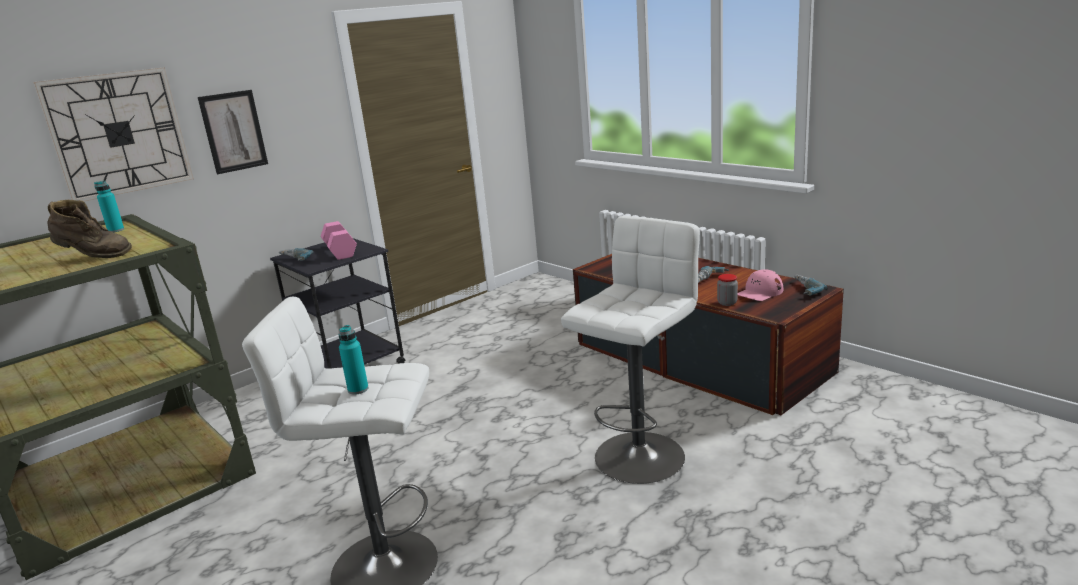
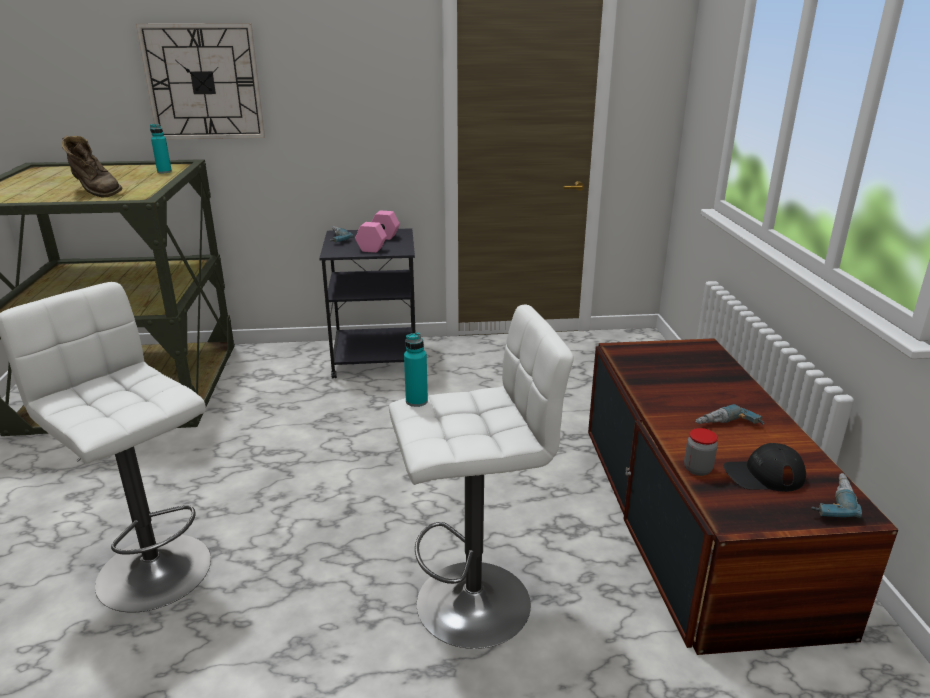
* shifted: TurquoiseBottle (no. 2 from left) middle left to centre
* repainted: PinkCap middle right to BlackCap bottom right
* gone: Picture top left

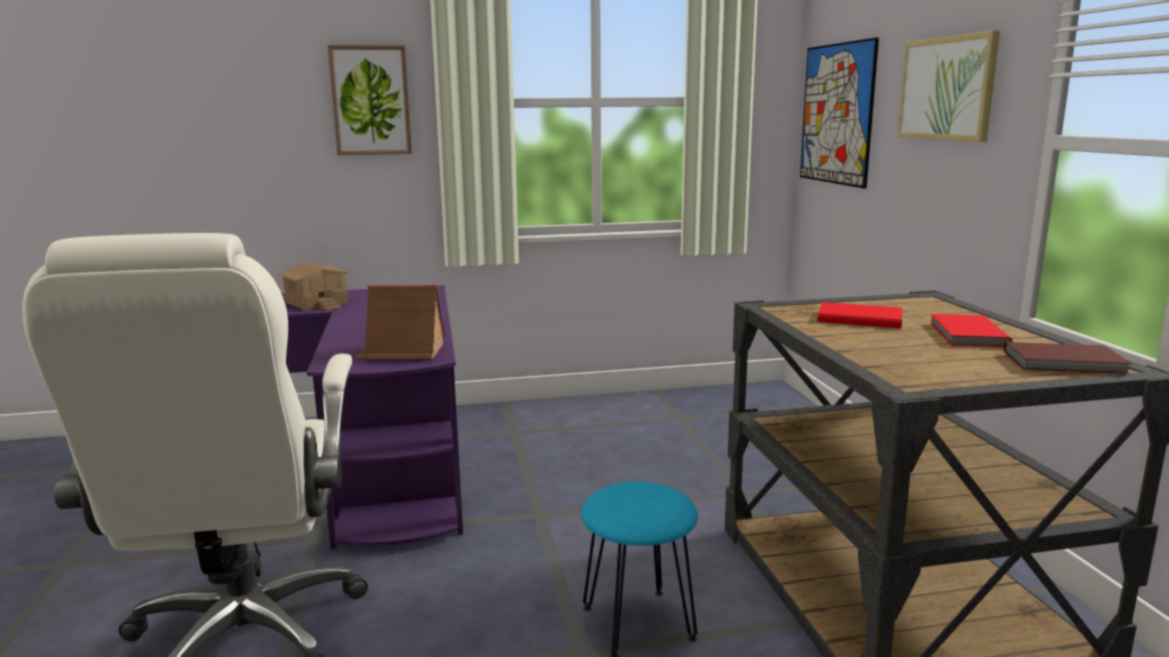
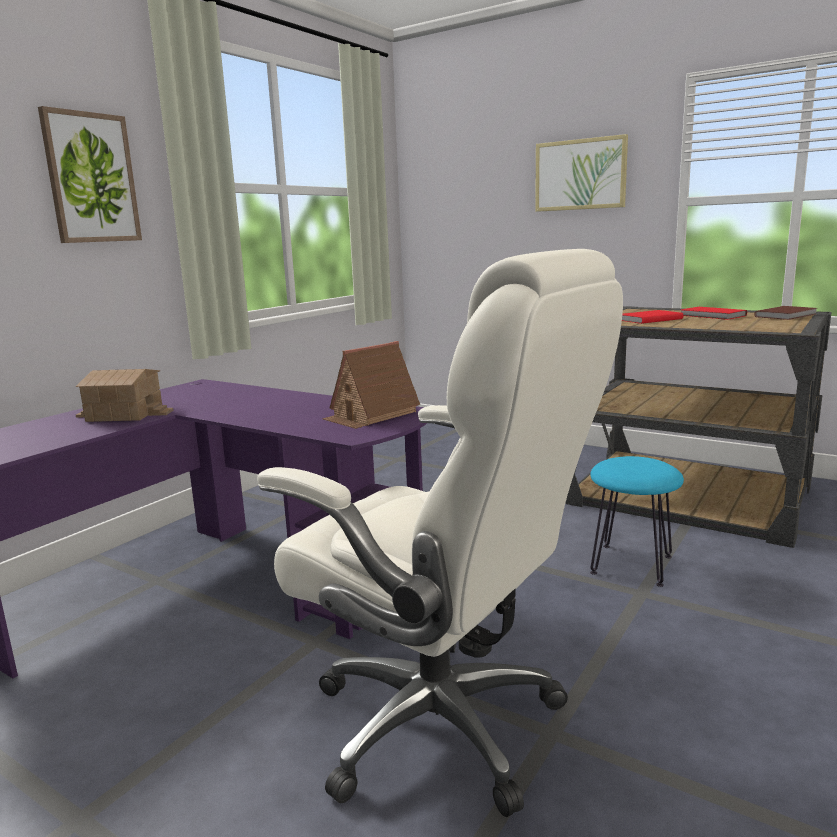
* gone: Picture (no. 2 from left) top right

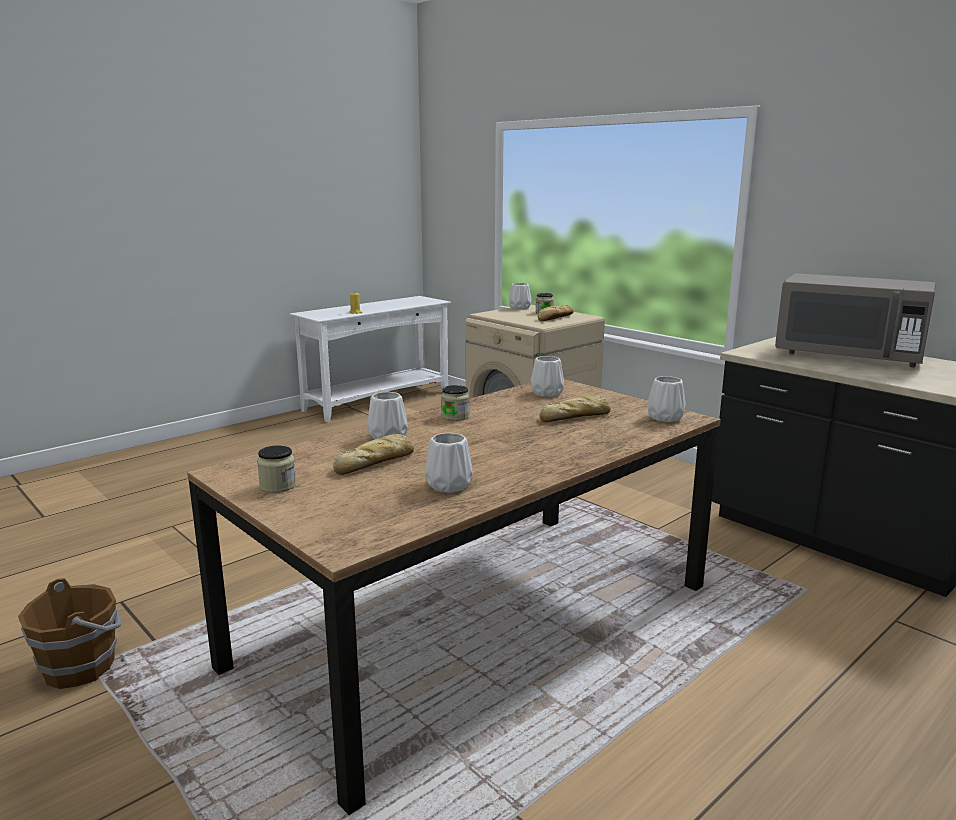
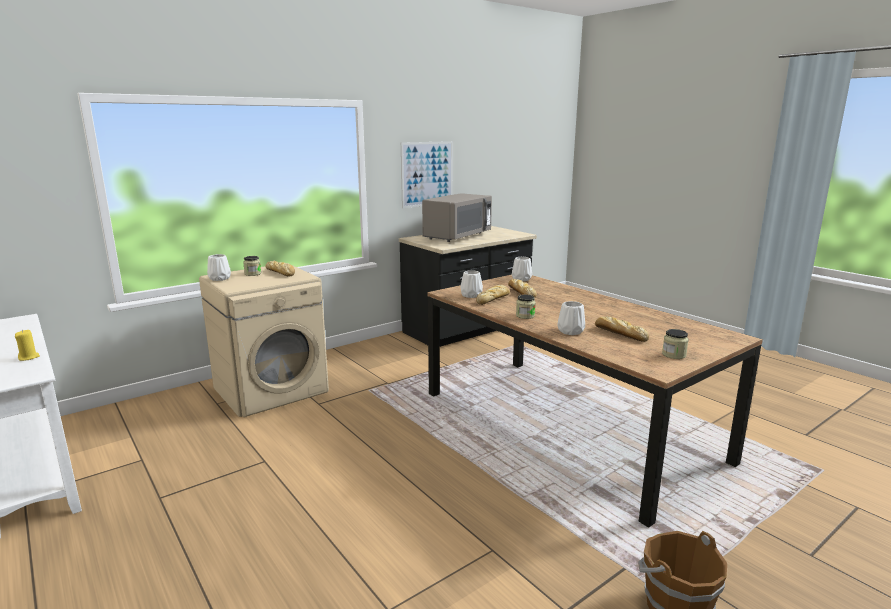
* new: Picture top centre
* new: Bread (no. 2 from left) centre
* gone: WhiteVase (no. 2 from left) centre

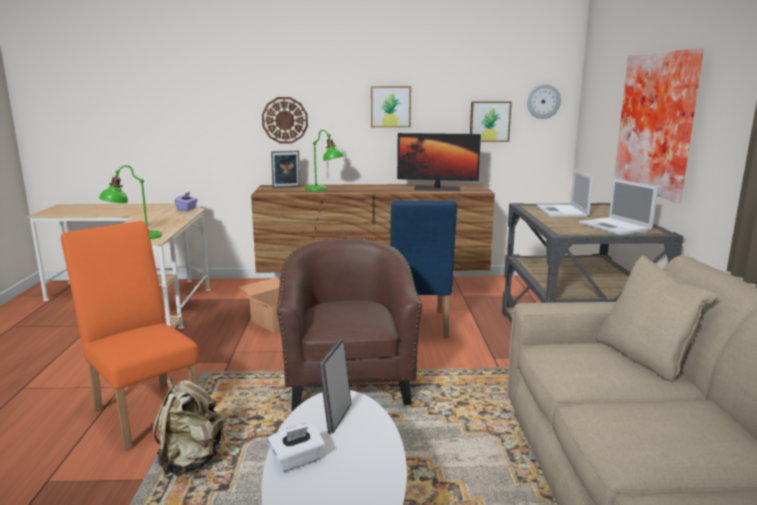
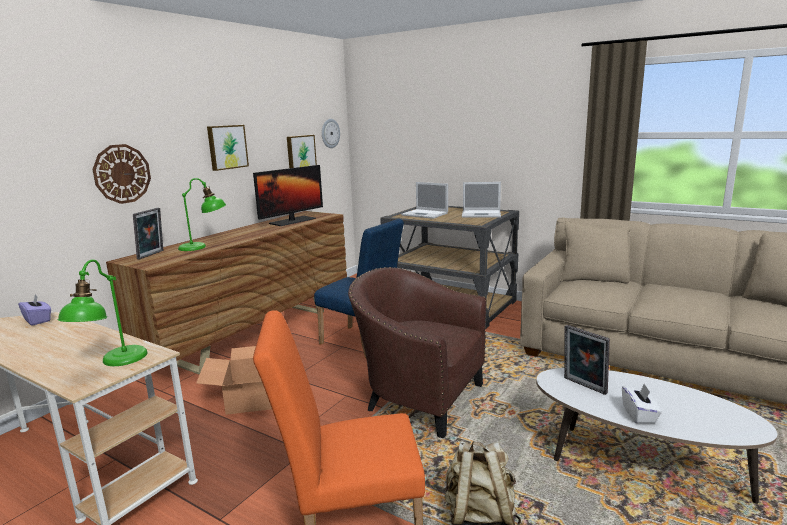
* gone: Picture (no. 3 from left) top right

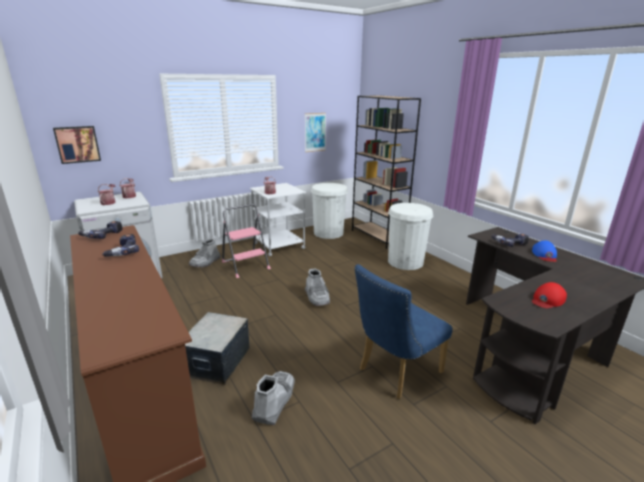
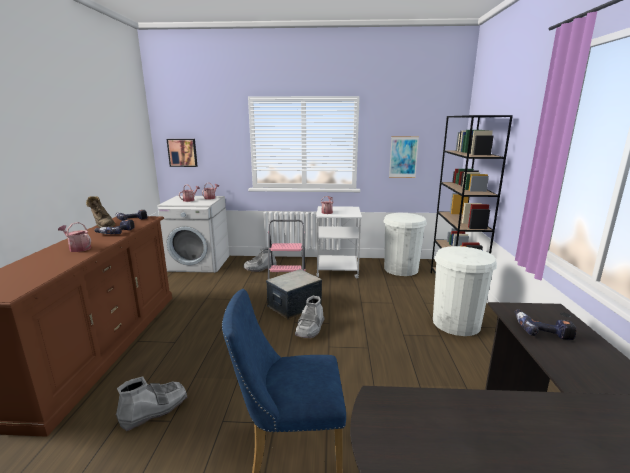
* new: WateringCan (no. 1 from left) middle left
* new: BrownBoot middle left
* shifted: StorageBox bottom centre to centre
* gone: BlueCap middle right
* gone: RedCap middle right

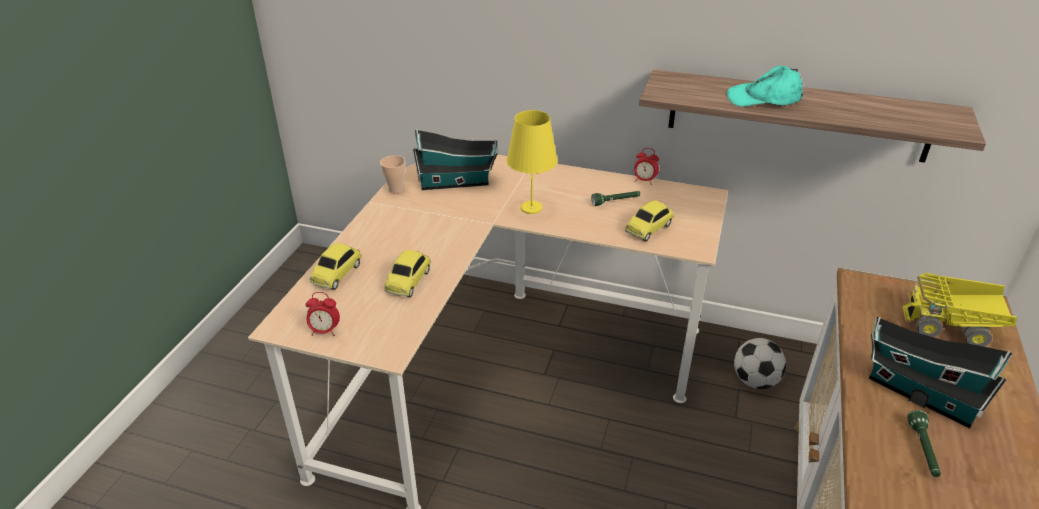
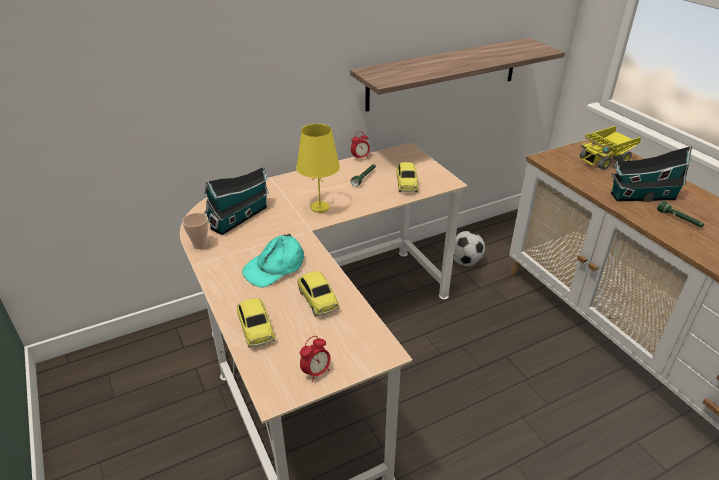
* shifted: TurquoiseCap top right to centre

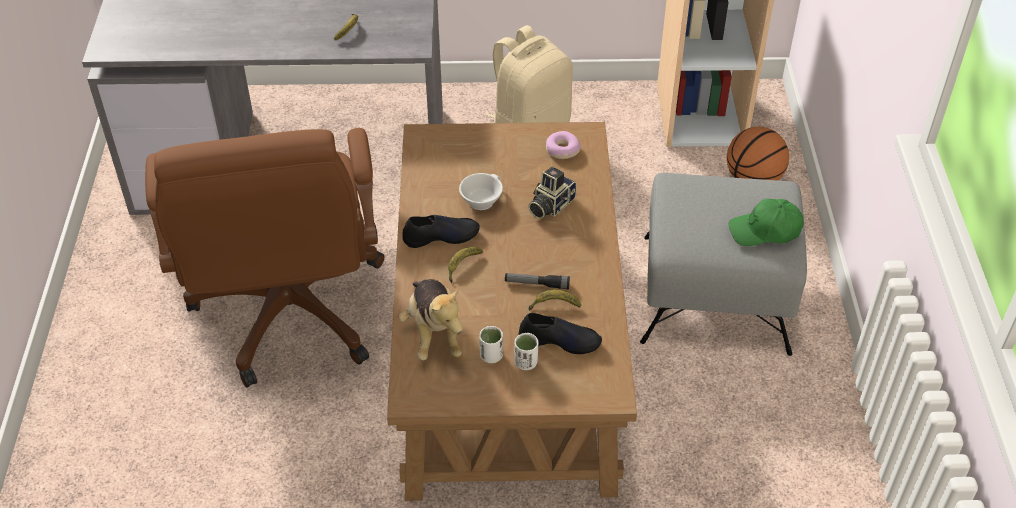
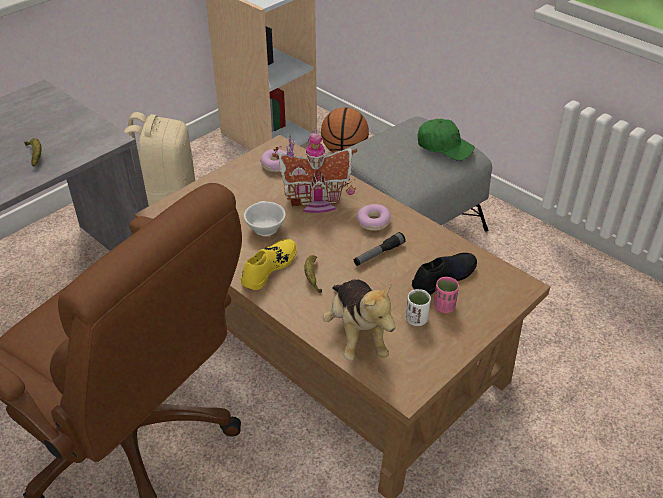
* repainted: BlackShoe (no. 1 from left) centre to YellowShoe centre
* swapped: PhotoCamera centre to ToyHouse centre
* rotated: PlushToy centre = centre 45 degrees clockwise
* new: Donut (no. 2 from left) centre
* rotated: GreenCap middle right = top right 105 degrees counterclockwise
* repainted: WhiteCup (no. 3 from left) bottom centre to PinkCup middle right
* gone: Banana (no. 3 from left) centre

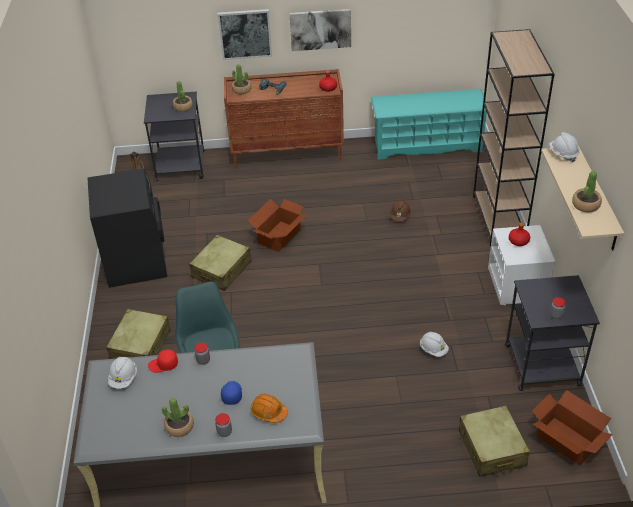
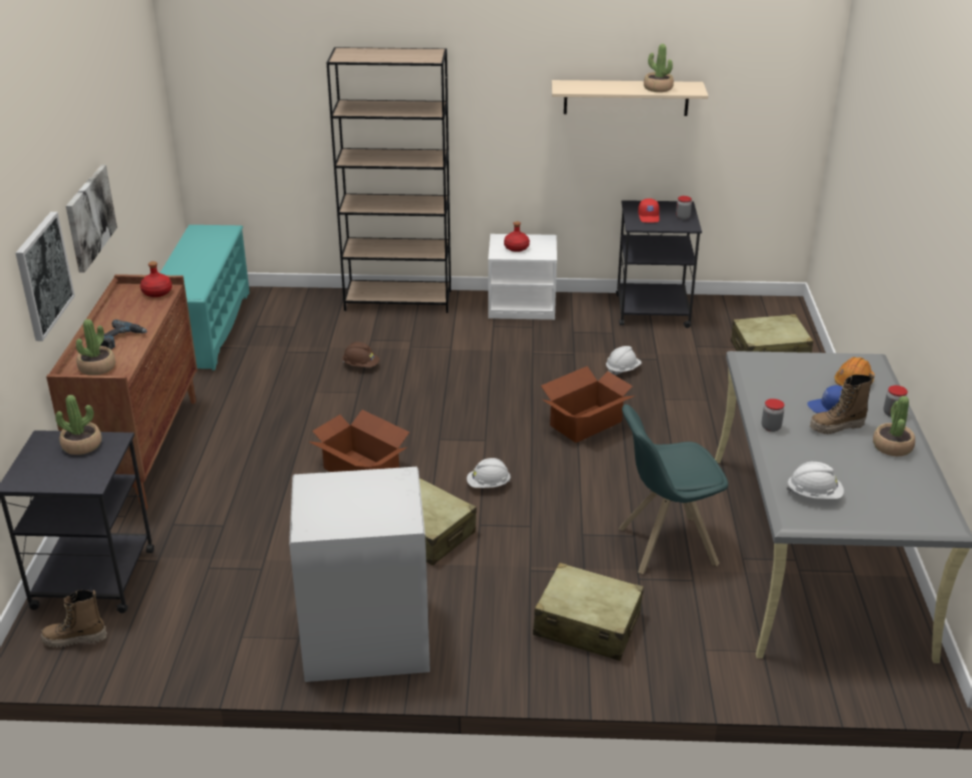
* repainted: BlackWashingMachine middle left to WhiteWashingMachine bottom centre
* shifted: WhiteHardHat (no. 3 from left in the first image) top right to WhiteHardHat (no. 1 from left) centre
* shifted: CardboardBox (no. 2 from left) bottom right to centre
* shifted: RedCap bottom left to top right
* new: Boot (no. 2 from left) middle right

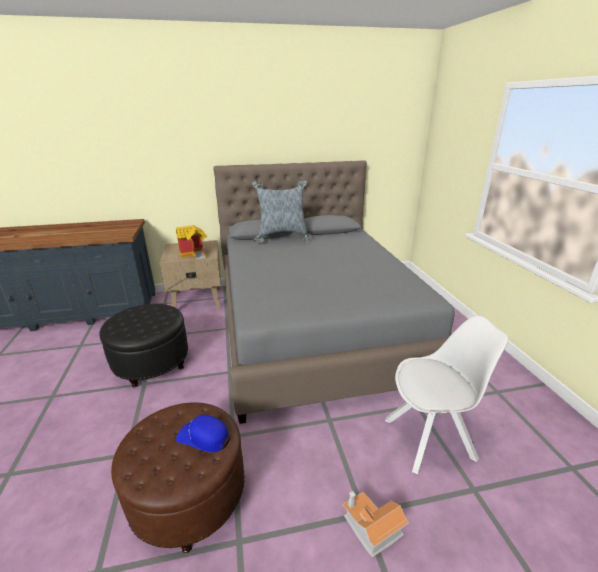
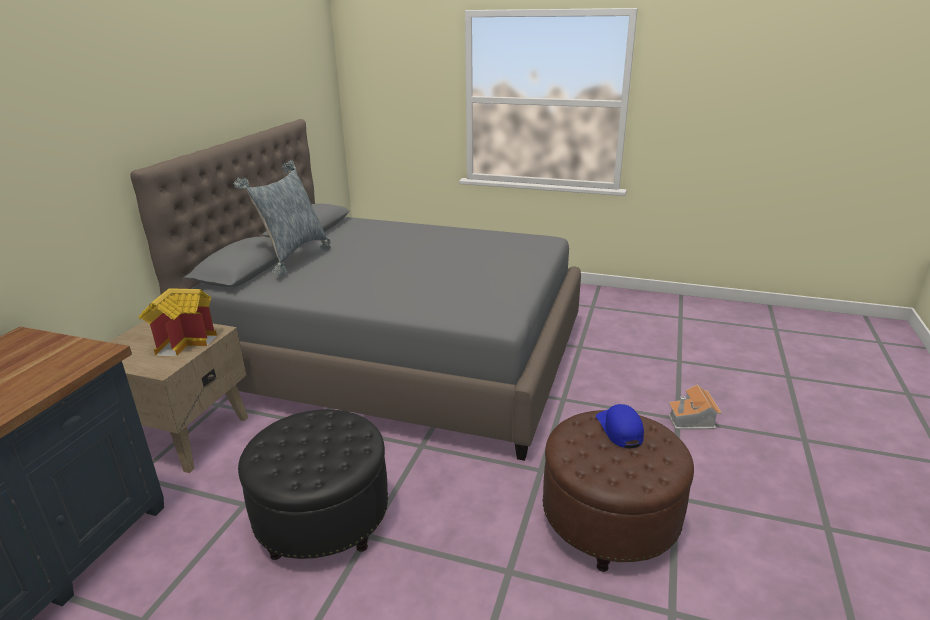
* rotated: BlueCap bottom centre = bottom right 120 degrees clockwise
* gone: WhiteChair bottom right

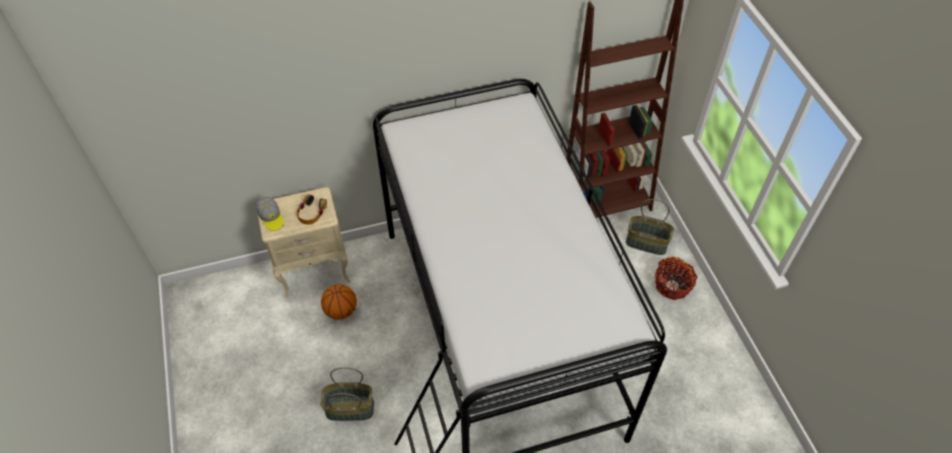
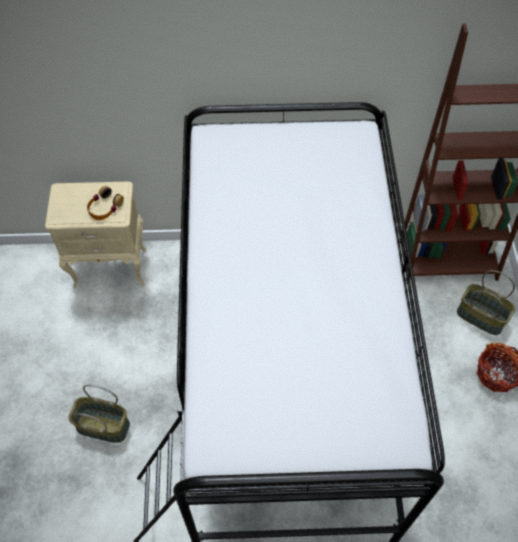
* gone: Cap middle left
* gone: Basketball bottom centre

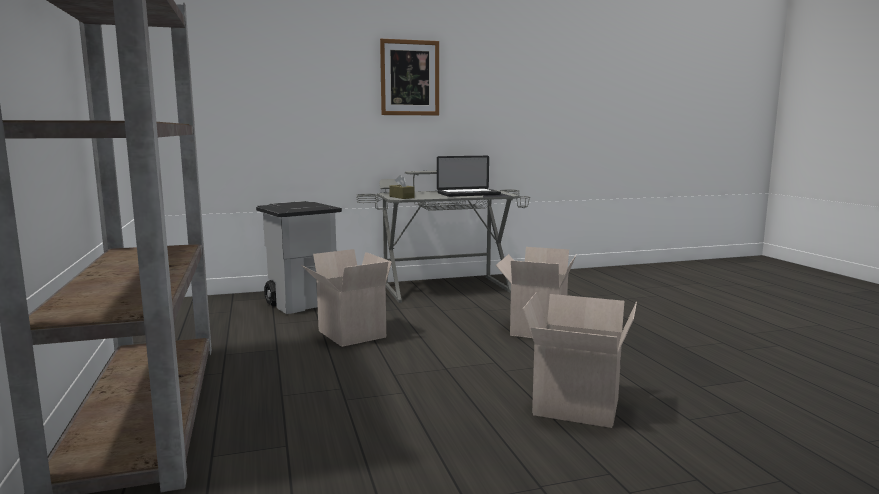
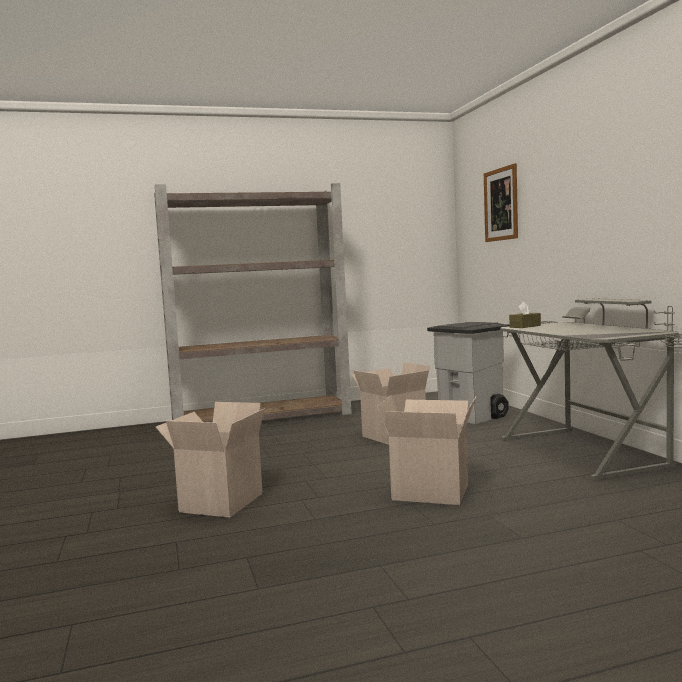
* shifted: Picture top centre to top right
* gone: Laptop centre

